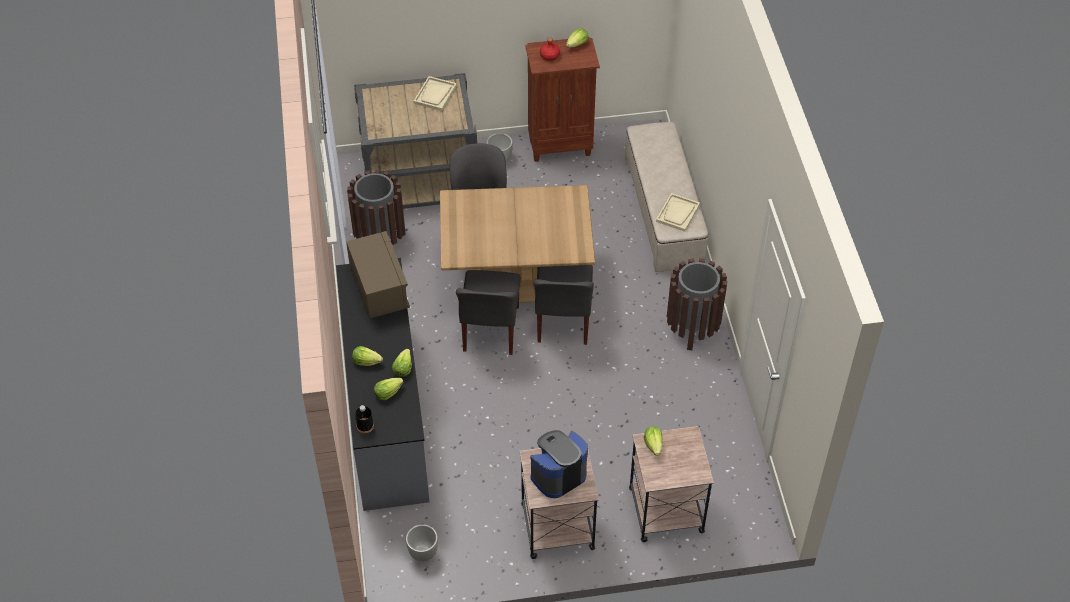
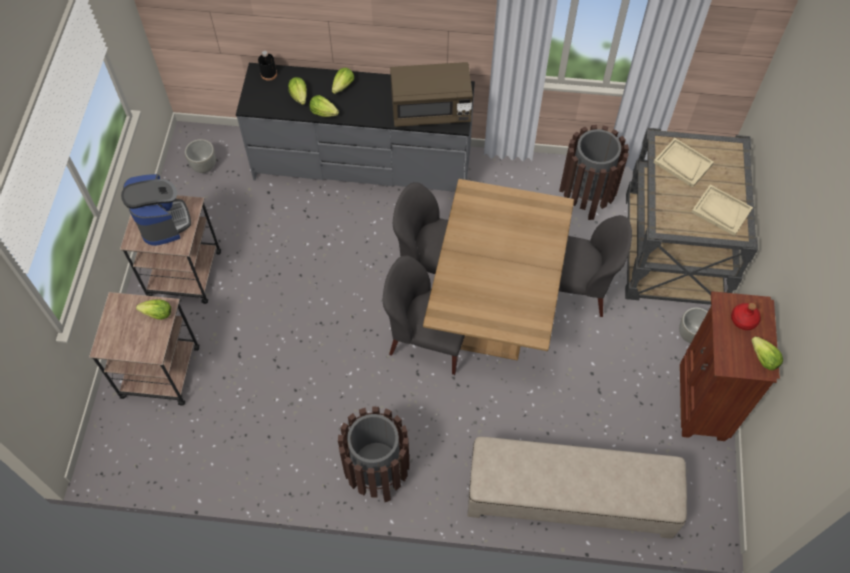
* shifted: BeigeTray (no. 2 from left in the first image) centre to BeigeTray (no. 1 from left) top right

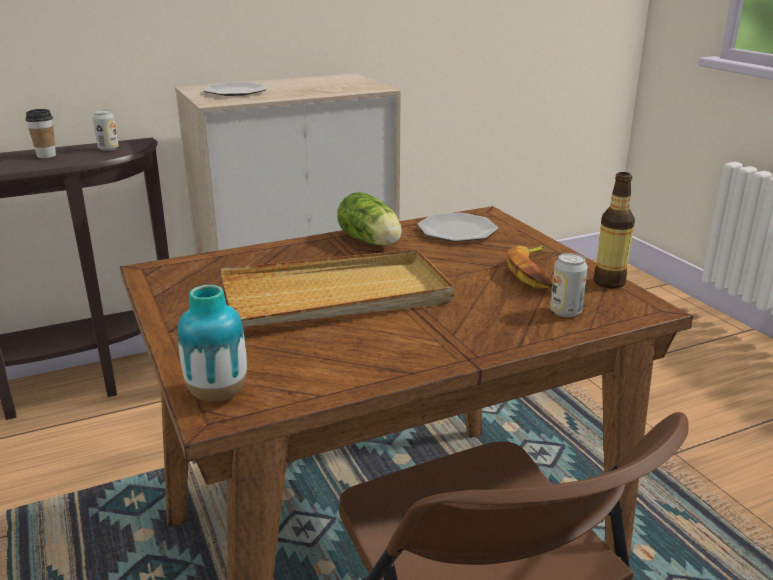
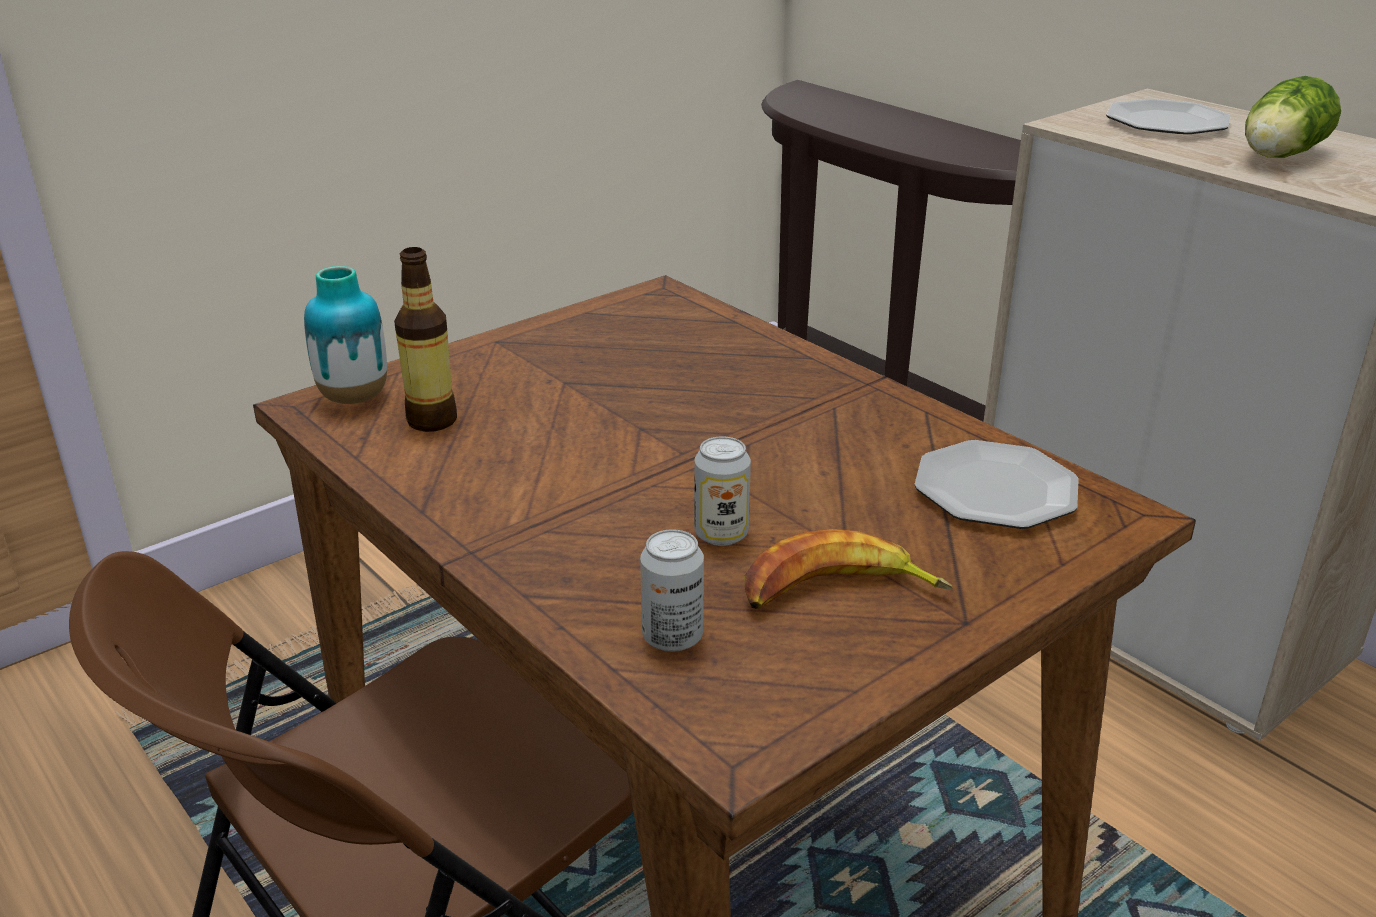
* shifted: Bottle middle right to middle left
* shifted: Can (no. 1 from left in the first image) top left to Can (no. 2 from left) centre
* shifted: Lettuce centre to top right
* gone: Cup top left
* gone: BeigeTray centre

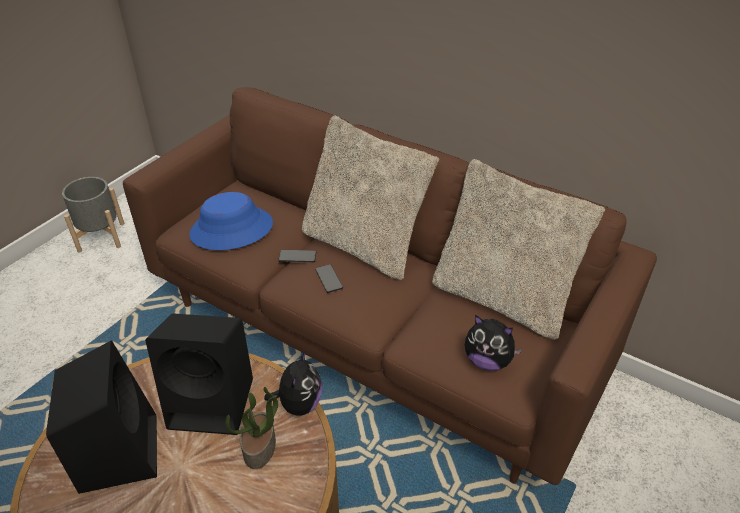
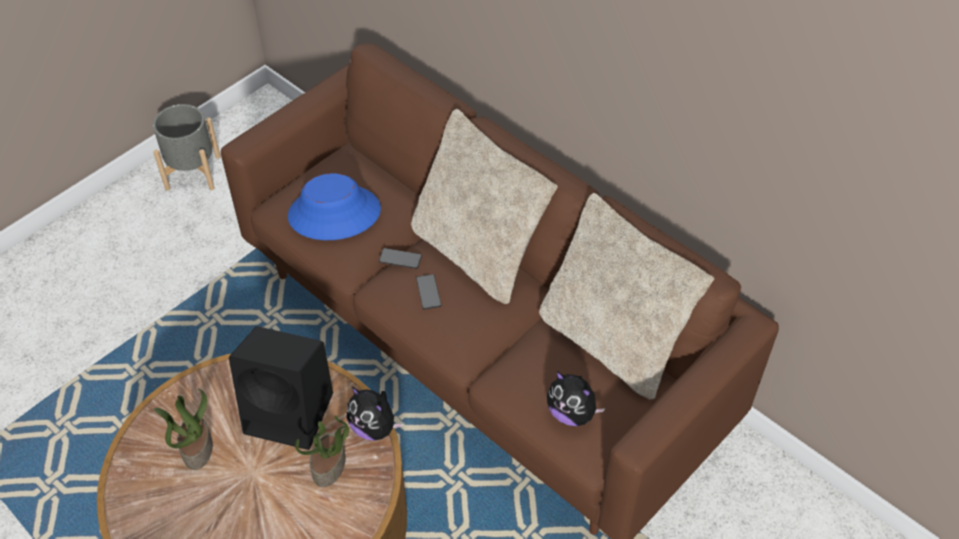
* swapped: BlackSpeaker (no. 1 from left) bottom left to PottedPlant (no. 1 from left) bottom left
* rotated: PlushToy (no. 1 from left) bottom centre = bottom centre 105 degrees clockwise

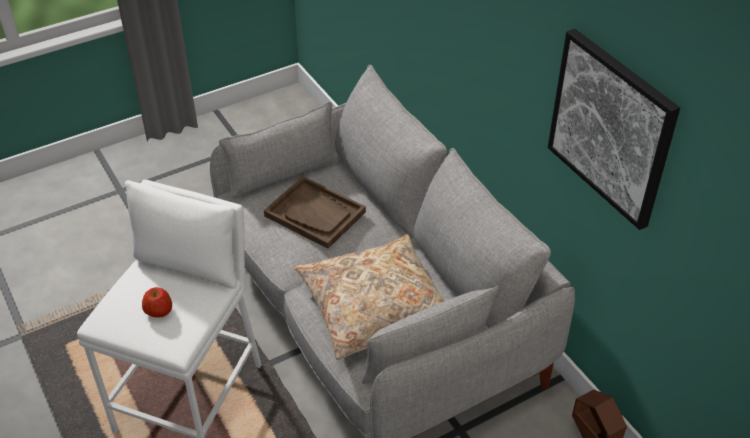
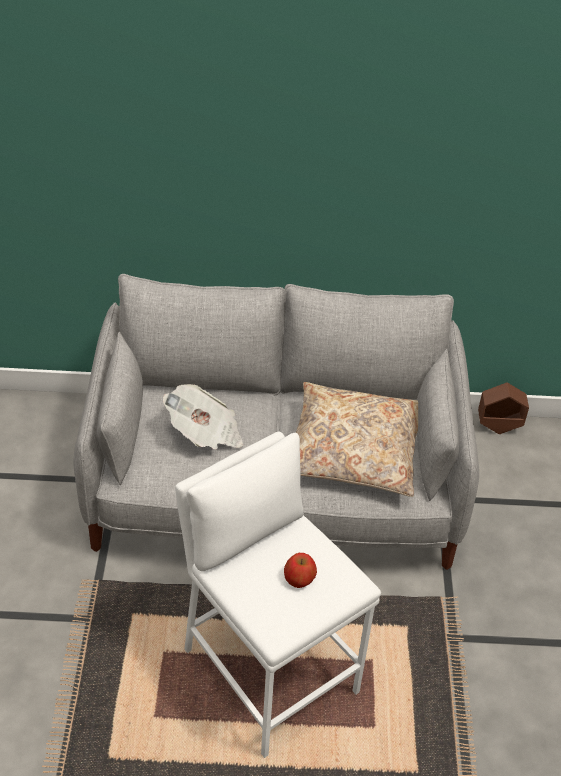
* swapped: BrownTray centre to Newspaper centre
* gone: Picture top right

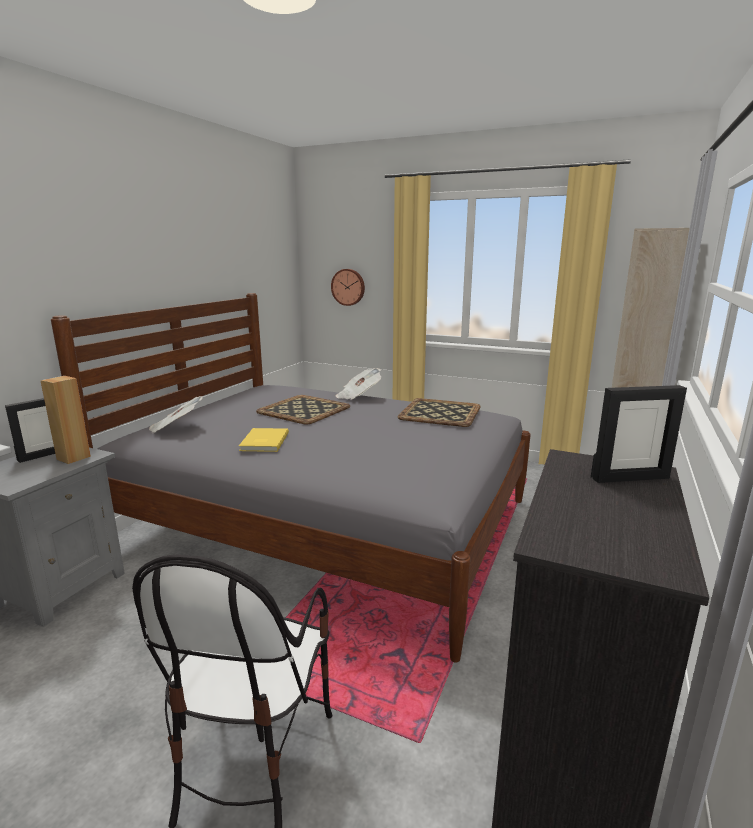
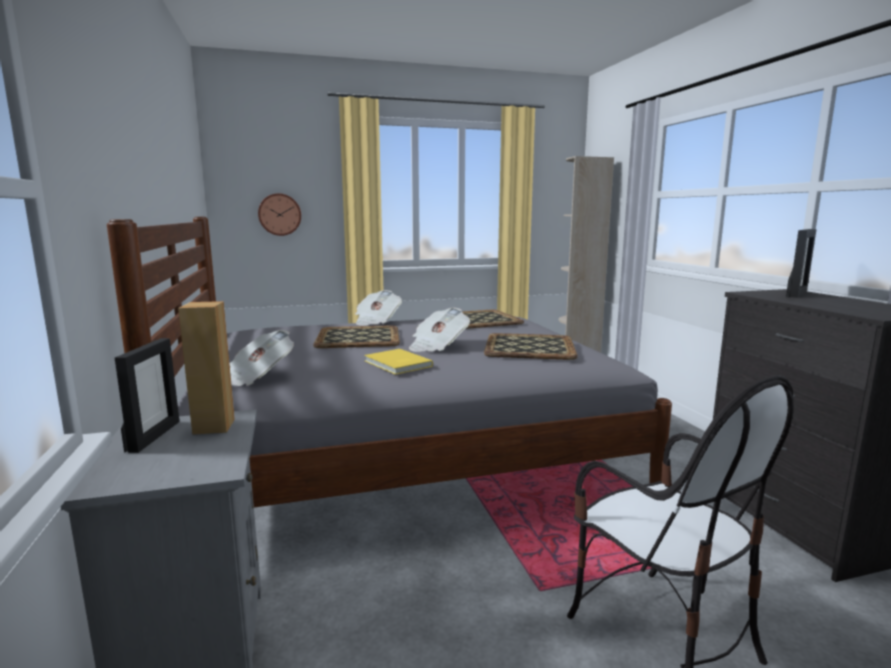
* new: Newspaper (no. 3 from left) centre
* new: Tray (no. 3 from left) centre

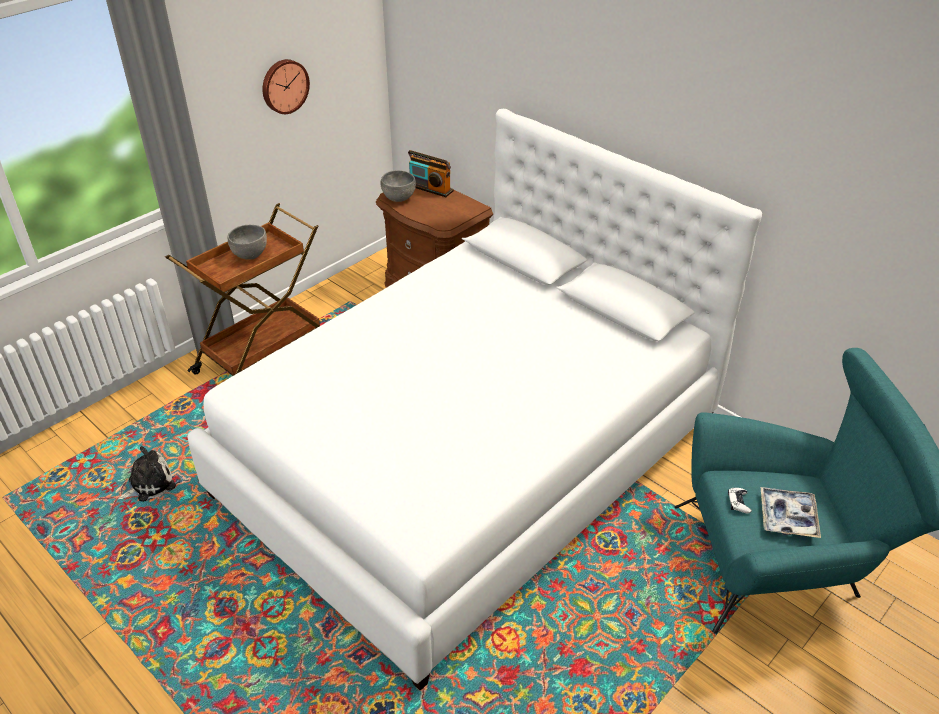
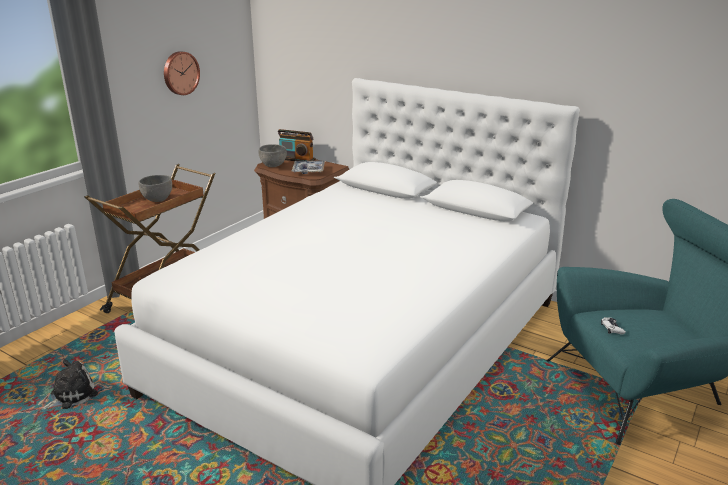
* shifted: Tray bottom right to centre

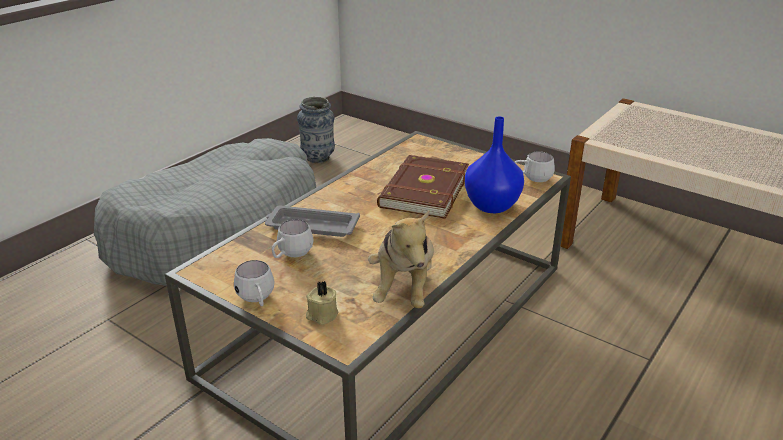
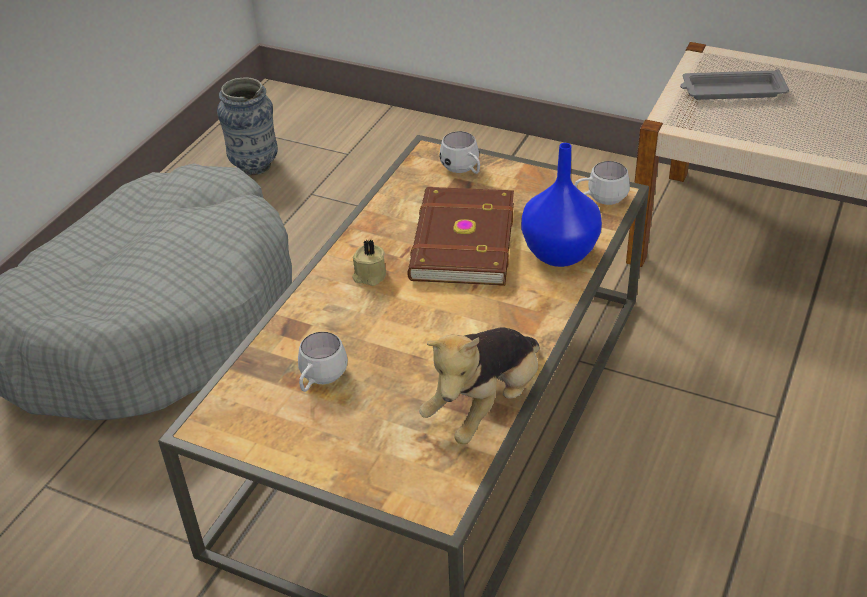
* shifted: BeigeCandle bottom centre to centre
* rotated: PlushToy centre = centre 45 degrees clockwise
* shifted: WhiteMug (no. 1 from left in the first image) middle left to WhiteMug (no. 2 from left) top centre
* shifted: GreyTray centre to top right

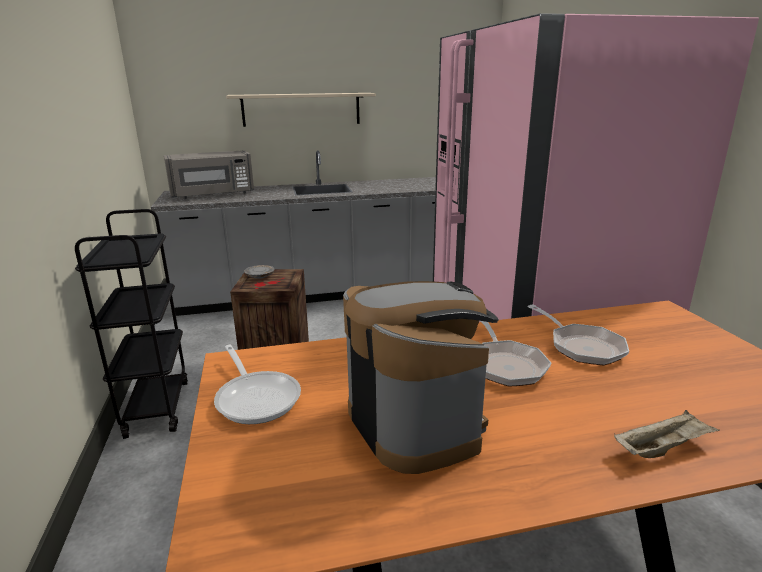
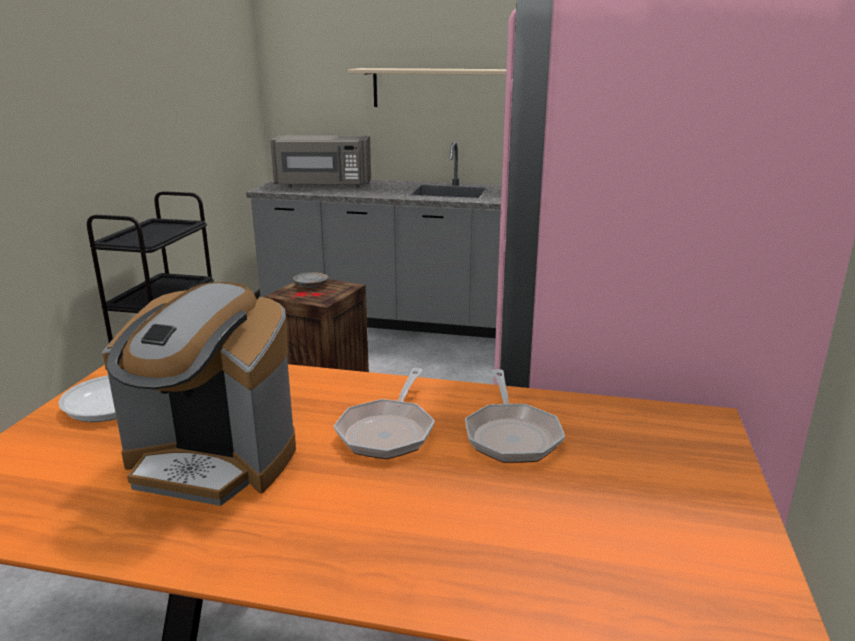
* rotated: CoffeeMachine centre = middle left 105 degrees clockwise
* gone: BeigeTray bottom right

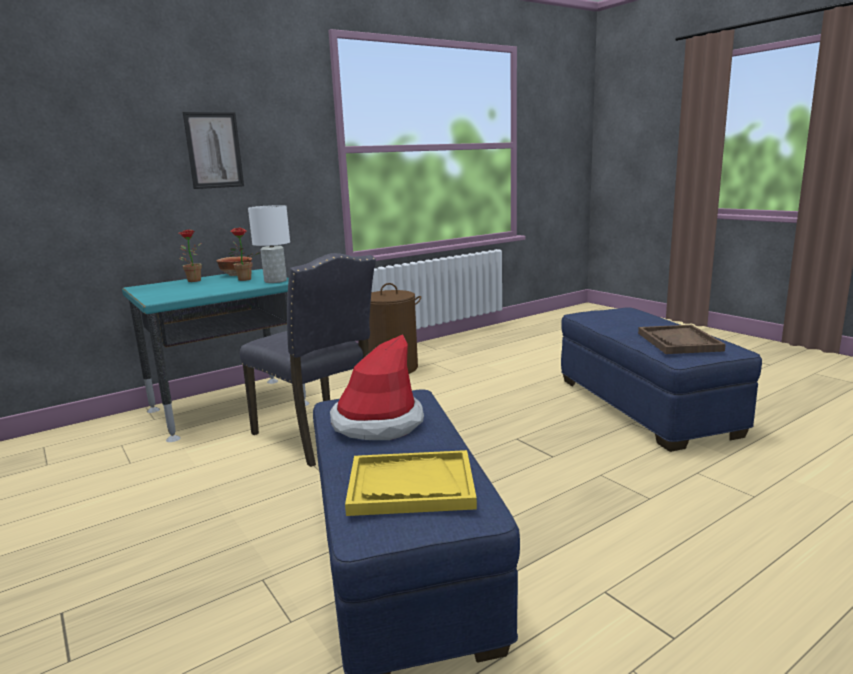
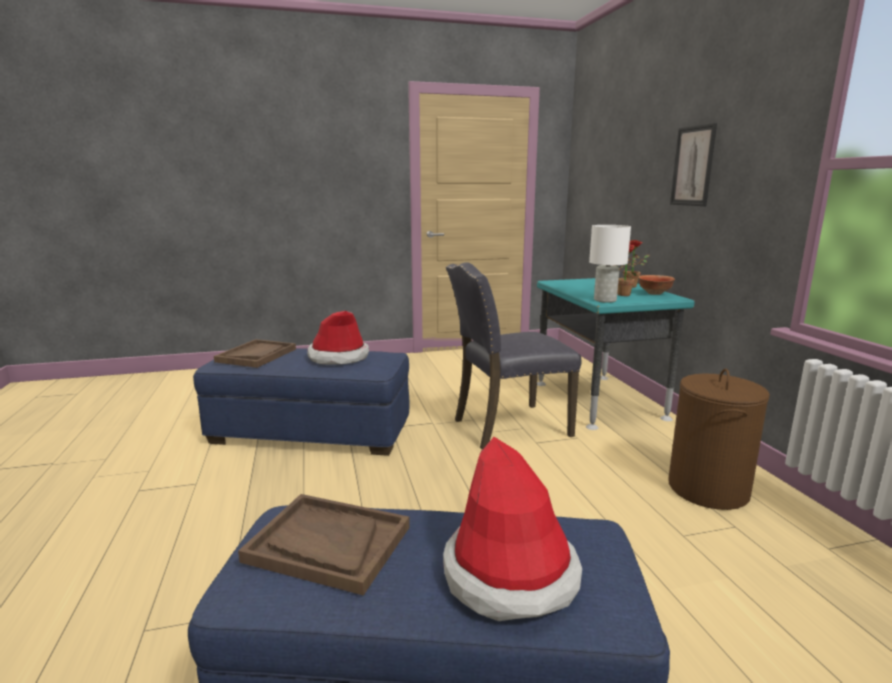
* repainted: YellowTray bottom centre to BrownTray (no. 1 from left) middle left
* new: Hat (no. 2 from left) bottom centre

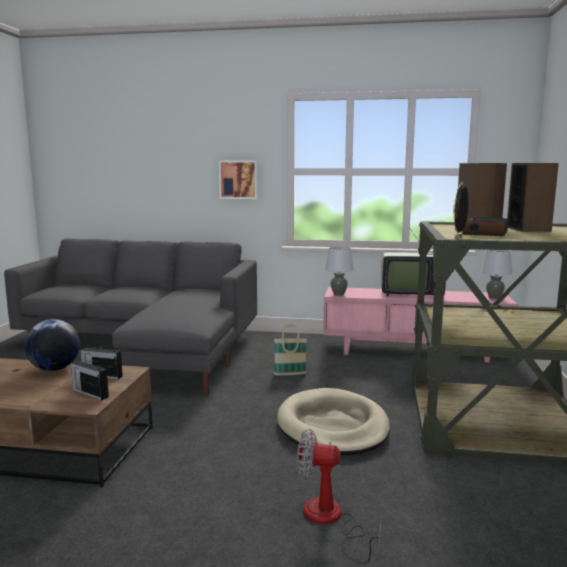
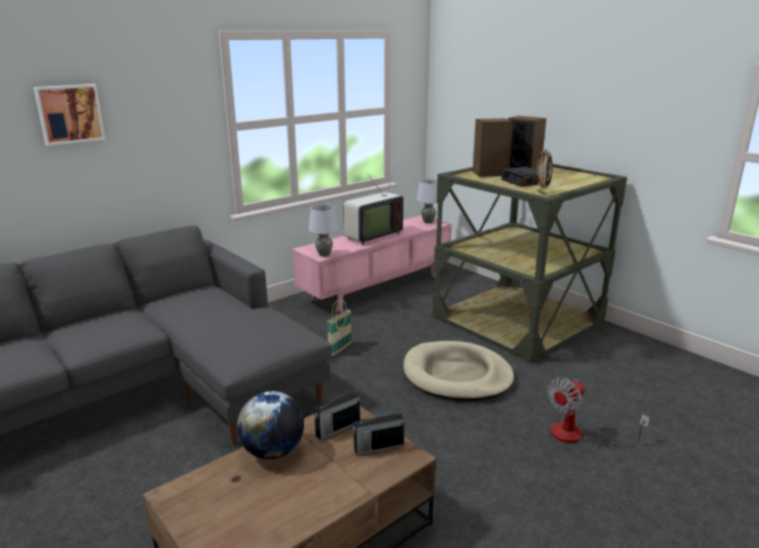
* shifted: Picture top centre to top left

